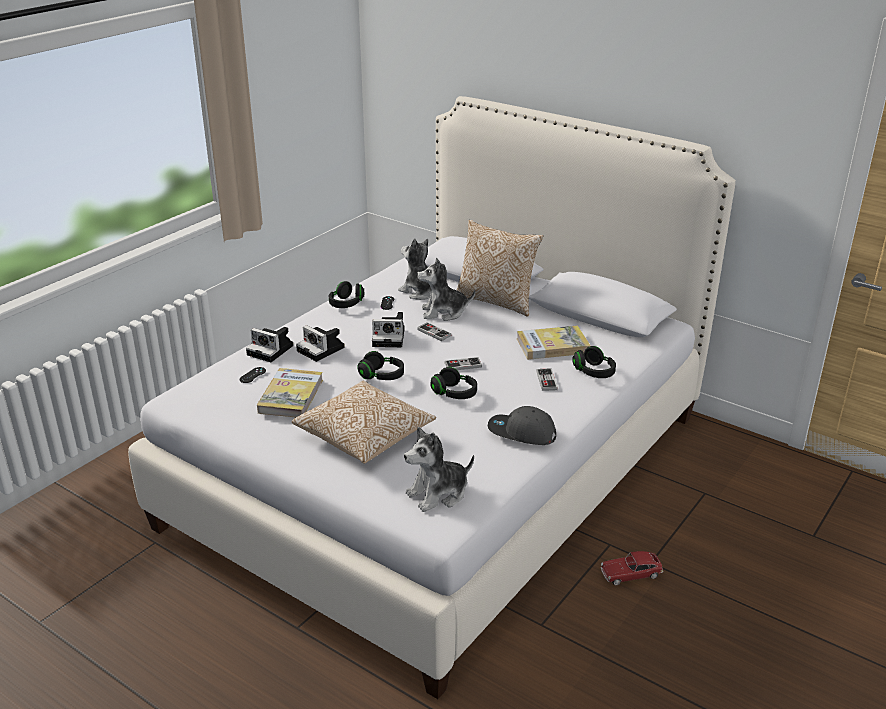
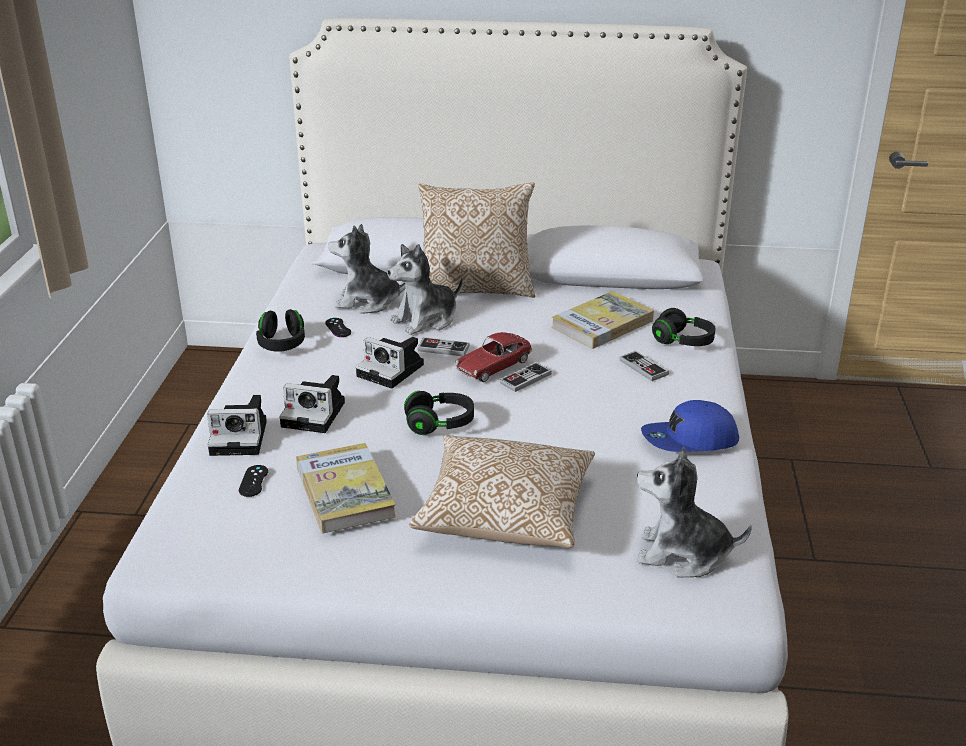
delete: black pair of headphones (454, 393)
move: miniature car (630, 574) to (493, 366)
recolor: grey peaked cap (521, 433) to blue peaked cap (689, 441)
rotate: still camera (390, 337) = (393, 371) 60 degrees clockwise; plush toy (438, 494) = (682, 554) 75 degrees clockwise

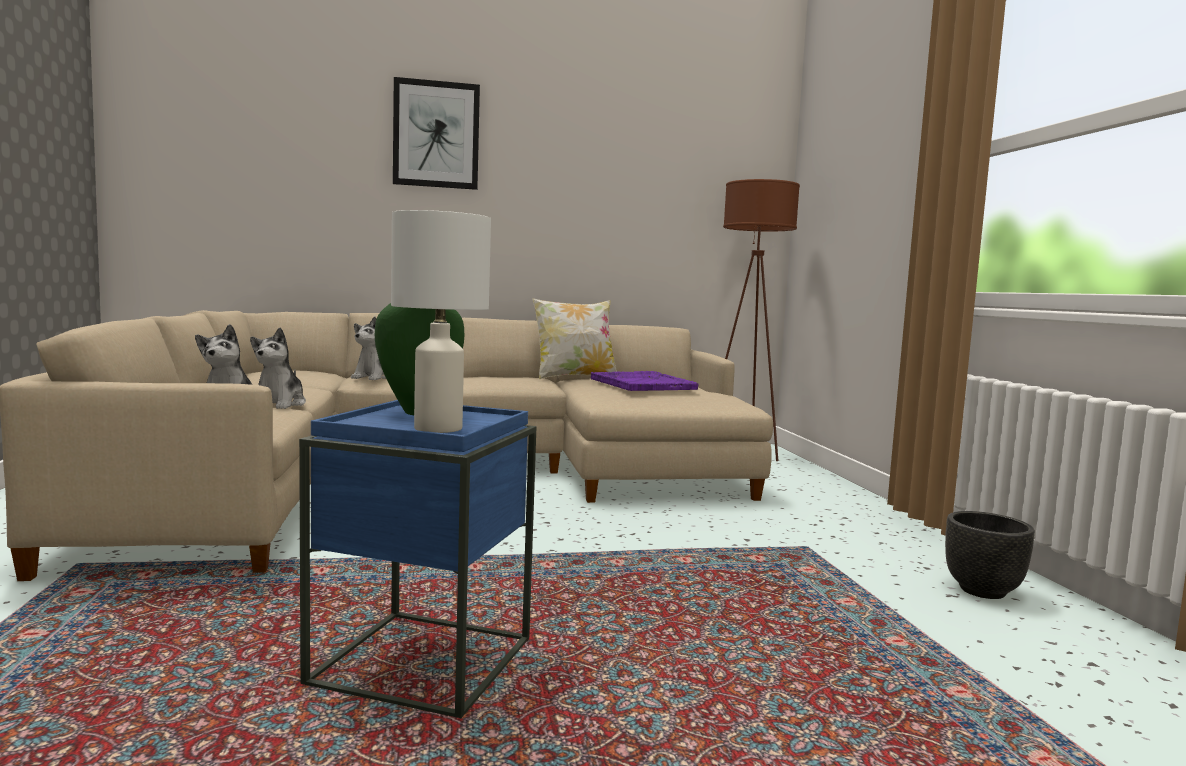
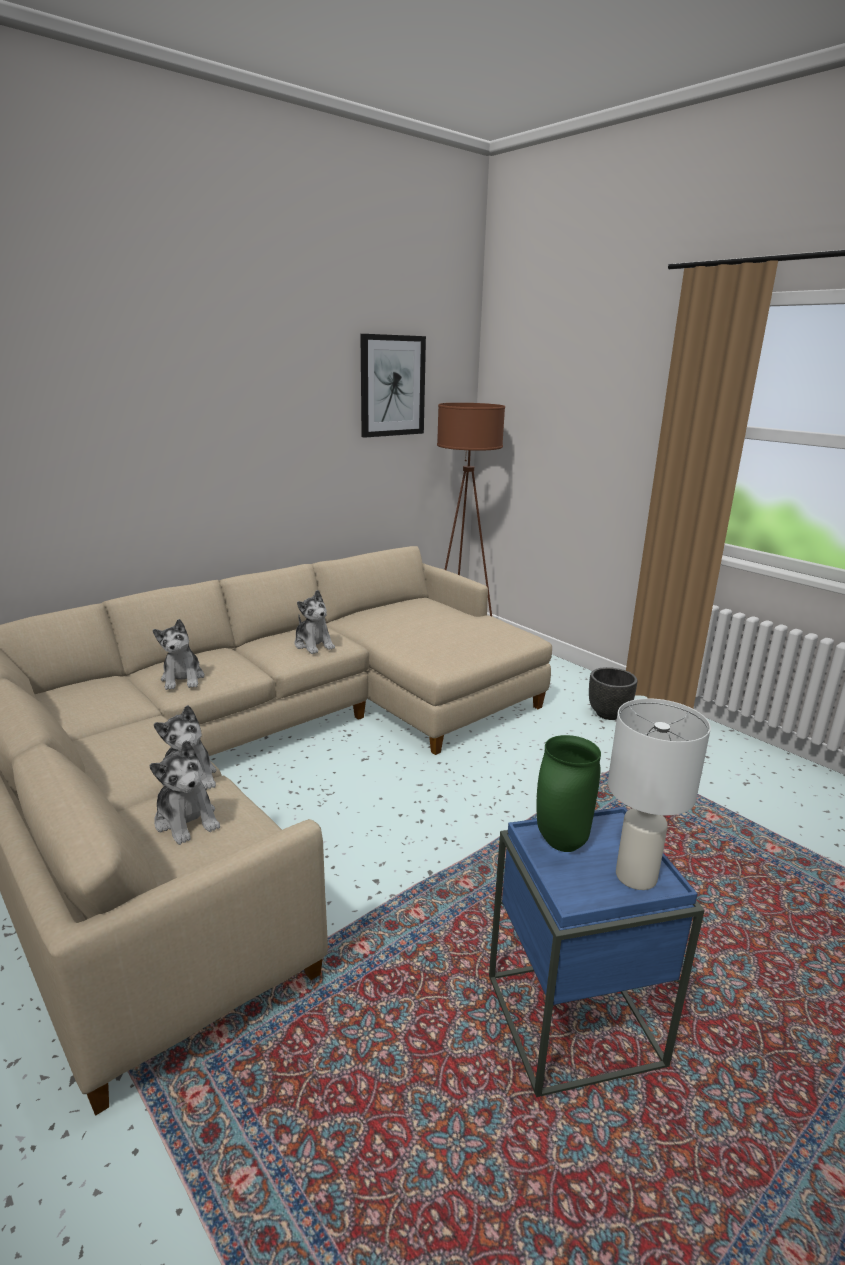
delete: pillow (574, 378); purple carrying tray (642, 384)
insert: plush toy (313, 644)
move: wall picture (436, 134) to (392, 386); black planter (982, 591) to (608, 714)

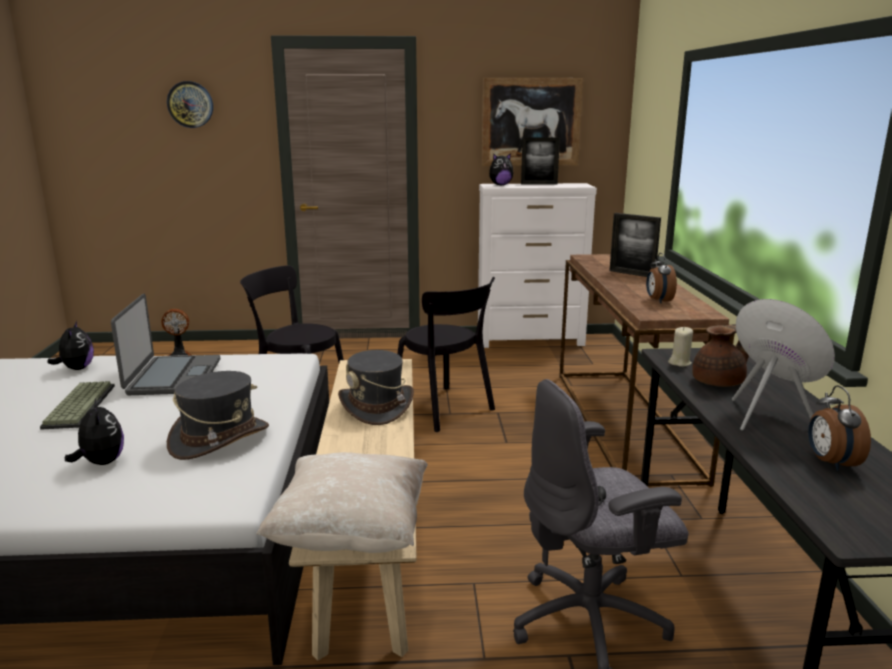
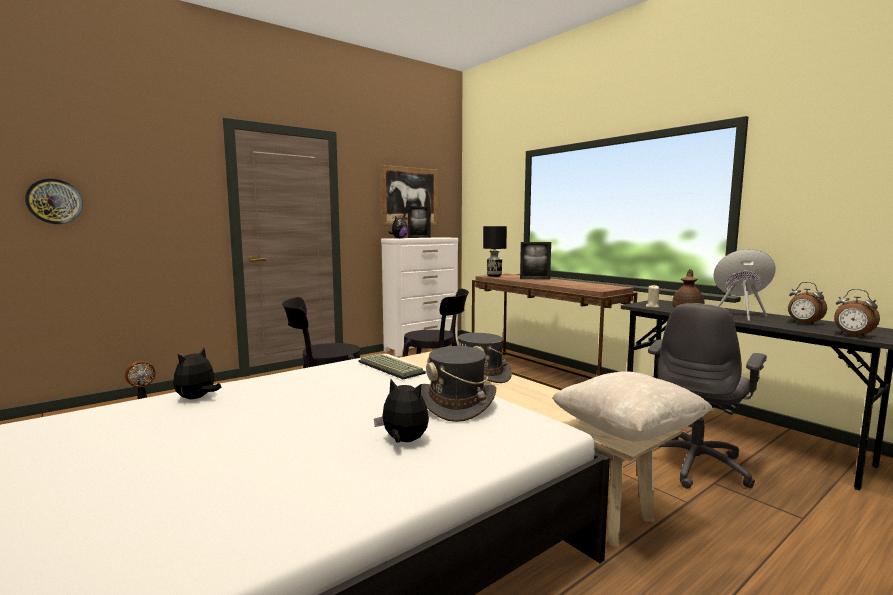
delete: notebook computer (173, 377)
insert: black tabletop lamp (494, 276)
move: keyboard (78, 406) to (389, 367); clock on the wall (190, 104) to (54, 201); bedside clock (658, 301) to (852, 335)
rotate: plush toy (76, 368) = (197, 398) 105 degrees counterclockwise

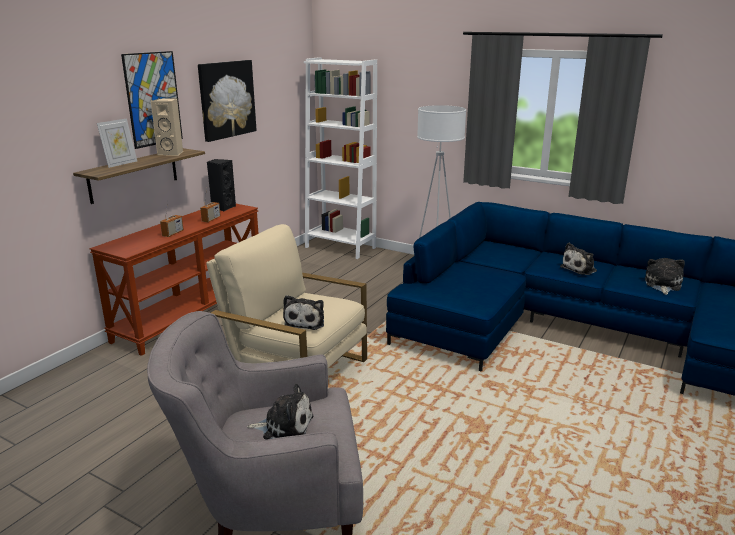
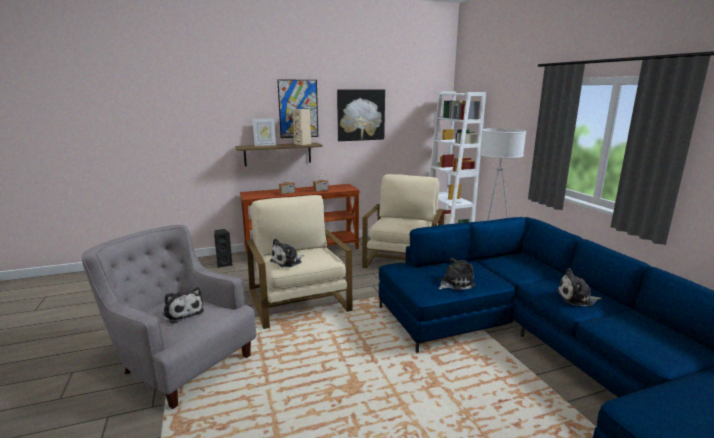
insert: sand-coloured lounge chair (404, 259)
move: black loudspeaker (223, 207) to (224, 264); plush toy (662, 284) to (455, 283)

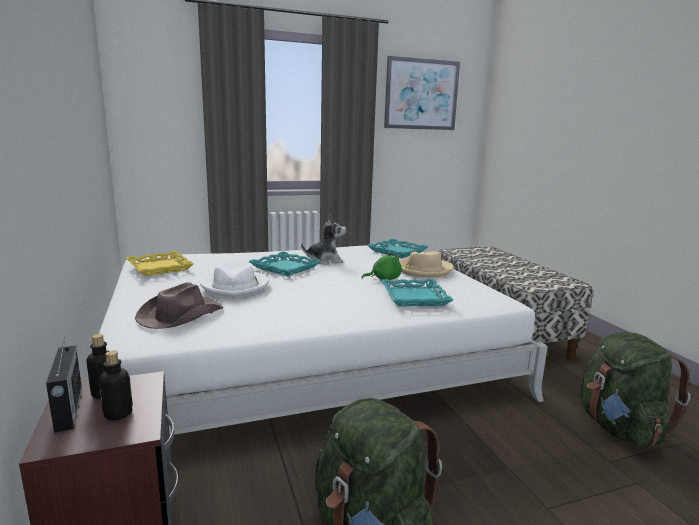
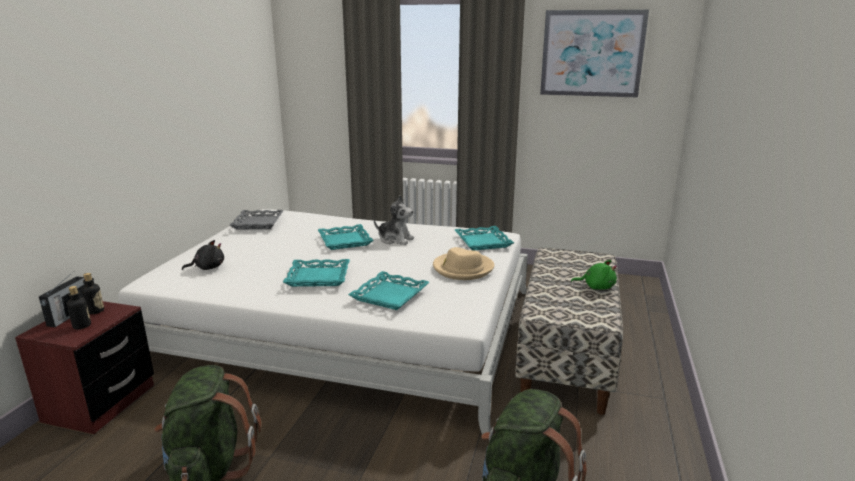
delete: whitish wearable hat (235, 286)
insert: blue-green carrying tray (318, 277)
move: greenish plush toy (384, 279) to (596, 287)
replace: brown-coloured wearable hat (180, 315) to black plush toy (207, 268)
recolor: yellow carrying tray (160, 267) to grey carrying tray (258, 223)

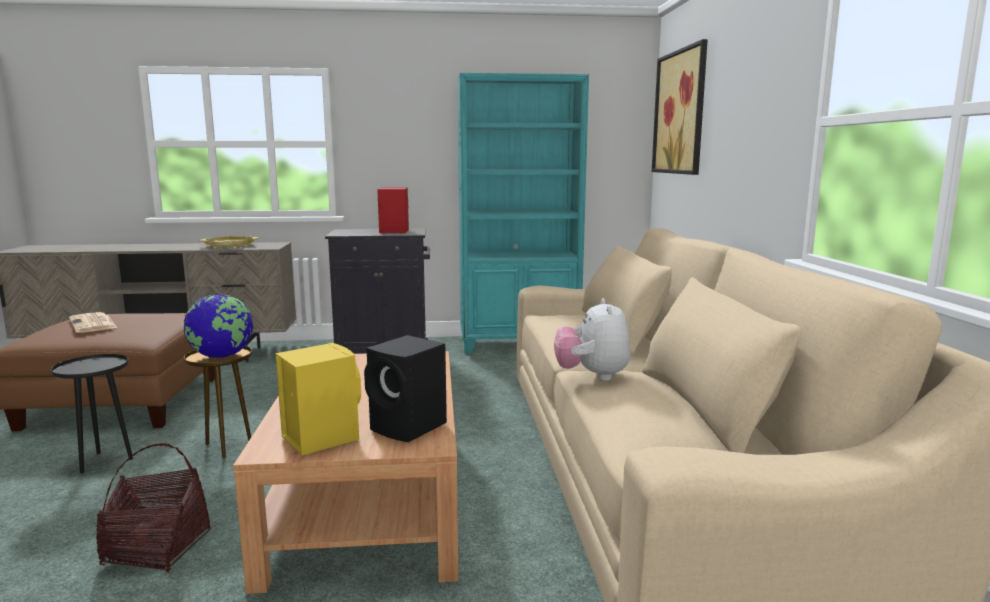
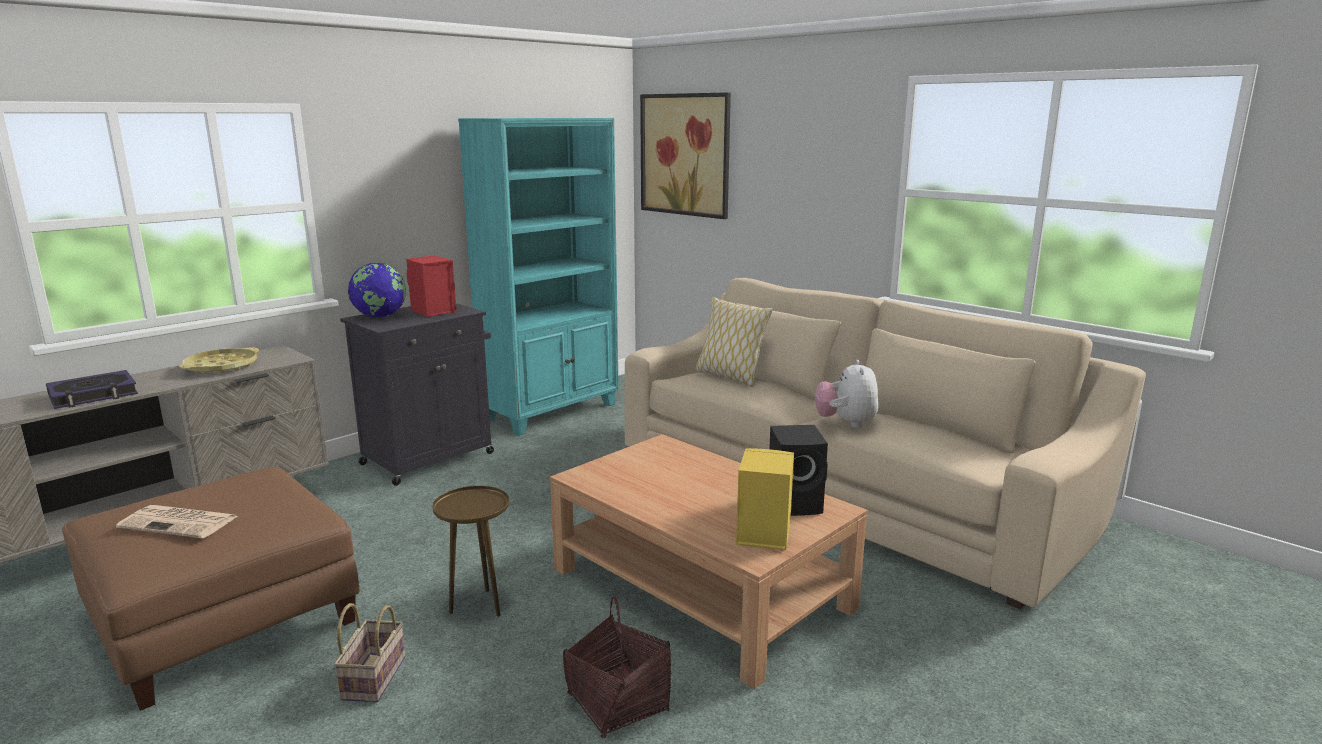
insert: volume (93, 395); pillow (730, 377)
move: globe (222, 356) to (380, 317)
replace: black side table (104, 461) to storage basket (373, 676)
rotate: plush toy (592, 376) = (846, 423) 45 degrees clockwise

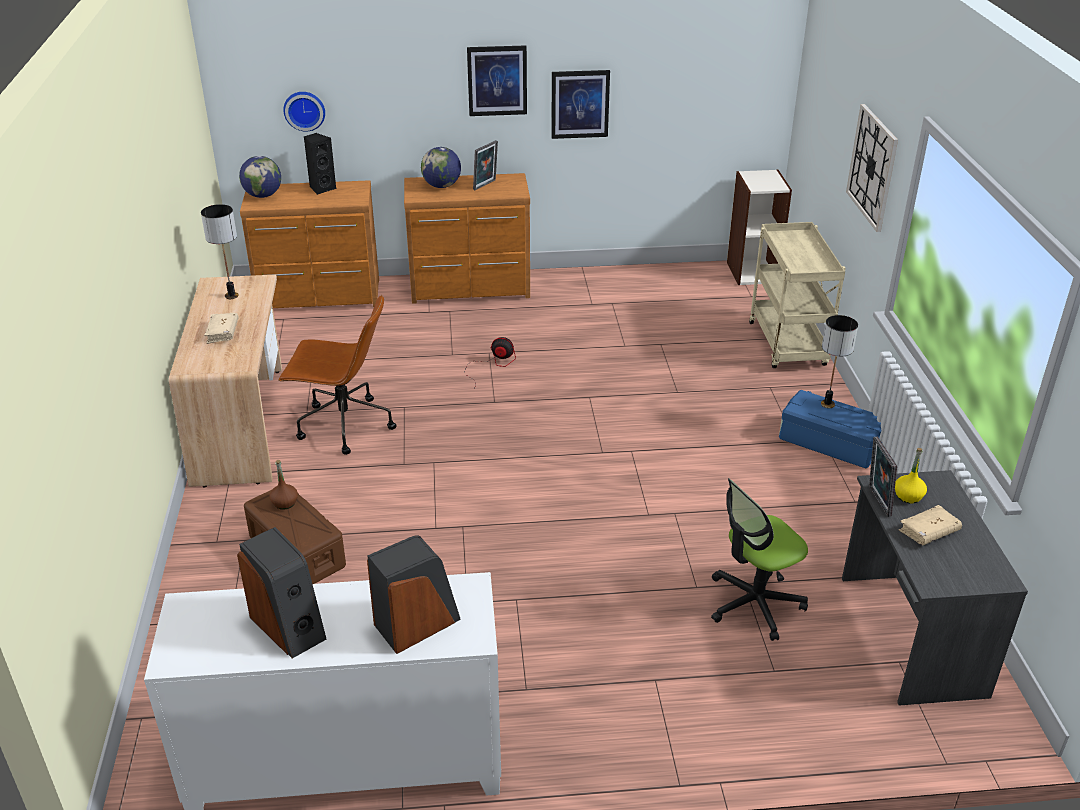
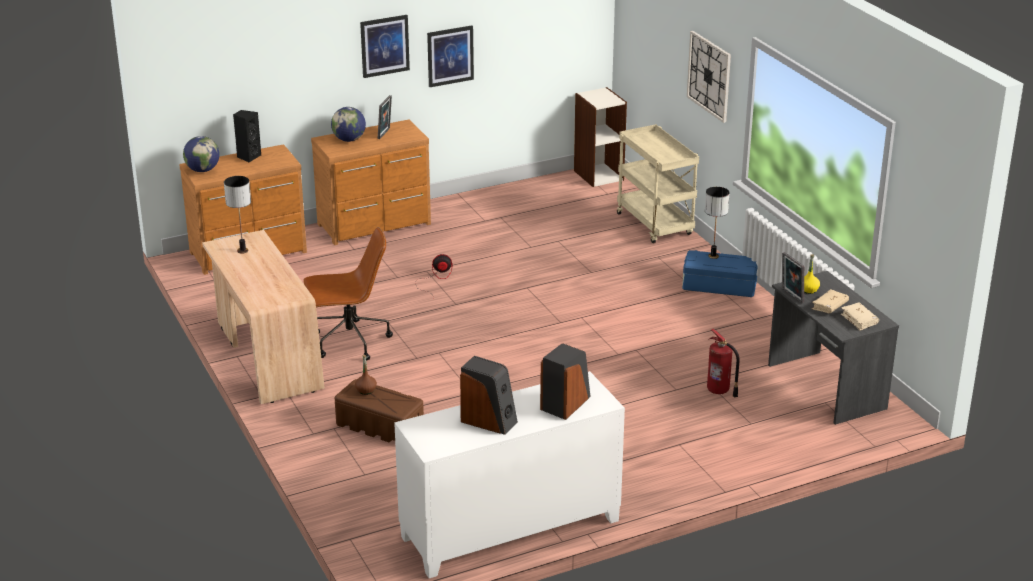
delete: clock on the wall (304, 110)
move: sand-coloured volume (222, 332) to (859, 320)
replace: computer chair (754, 604) to extinguisher (719, 391)

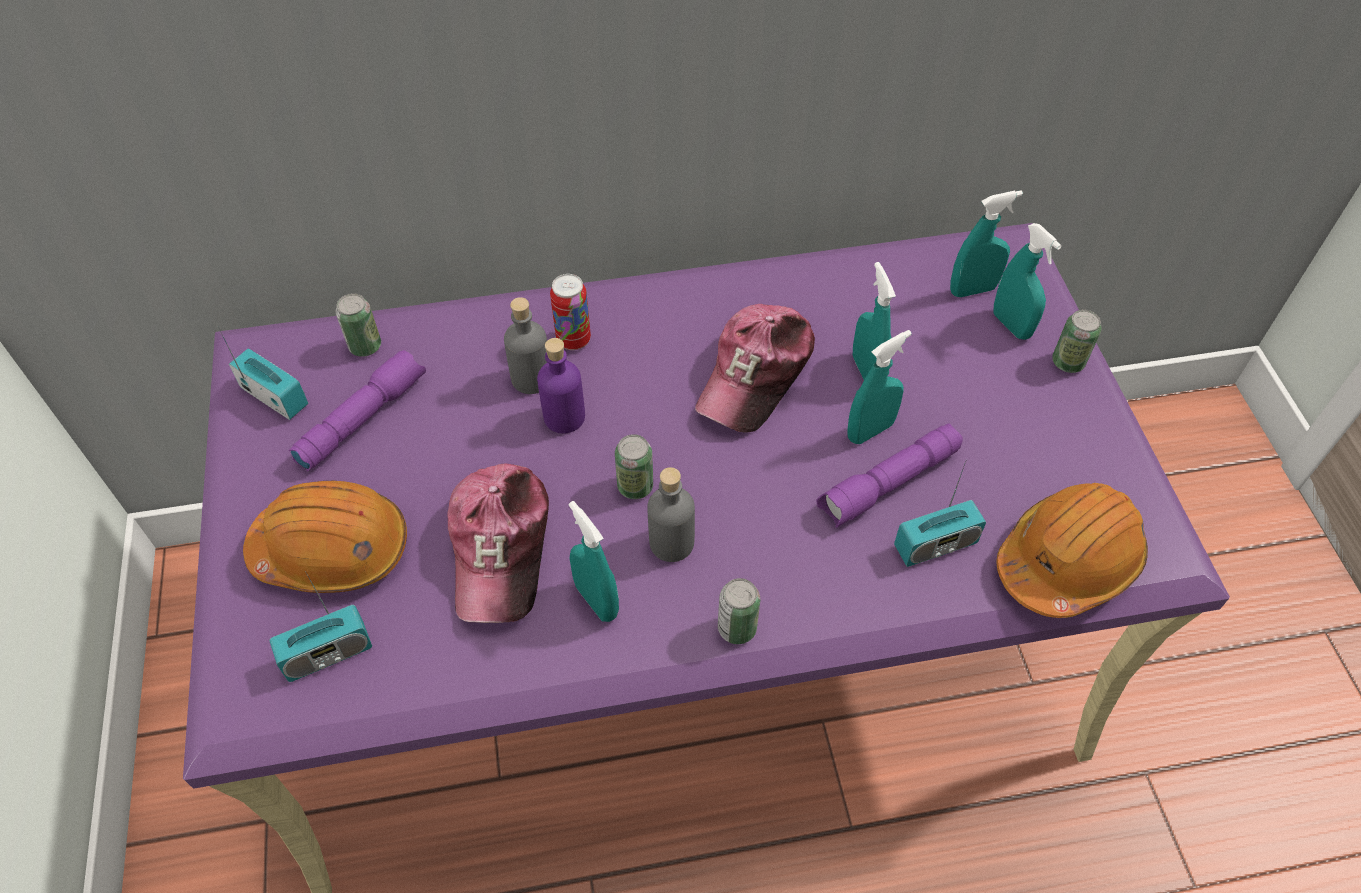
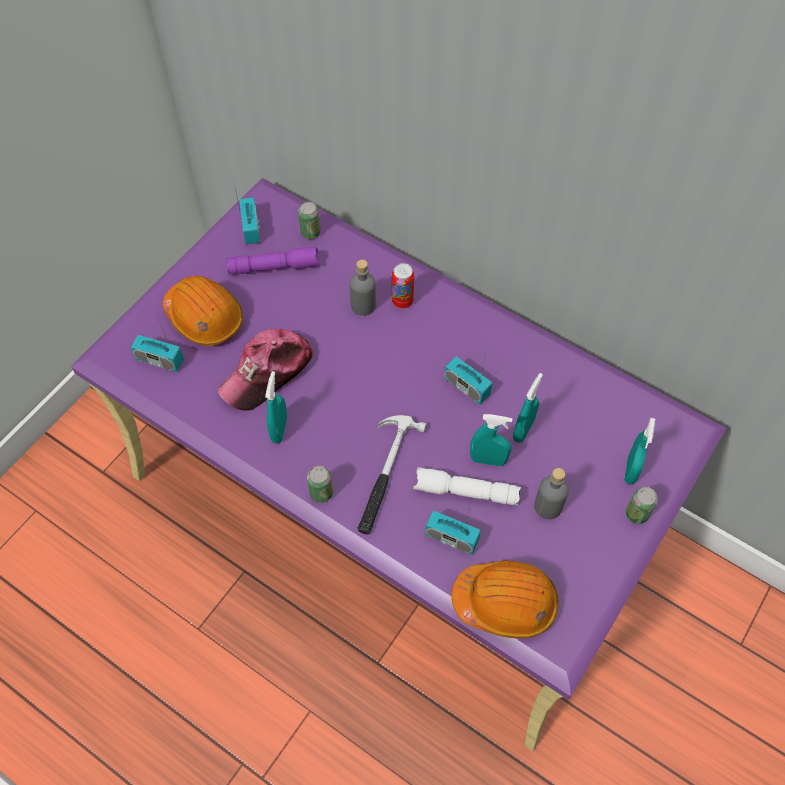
delete: purple beverage bottle (564, 417); sealed can (635, 486); blue-green sprayer (972, 290)
insert: hand hammer (384, 475)
move: grey beverage bottle (671, 543) to (548, 506)
replace: peaked cap (756, 375) to radio set (466, 387)
recolor: purple hand torch (889, 485) to whitish hand torch (465, 492)

